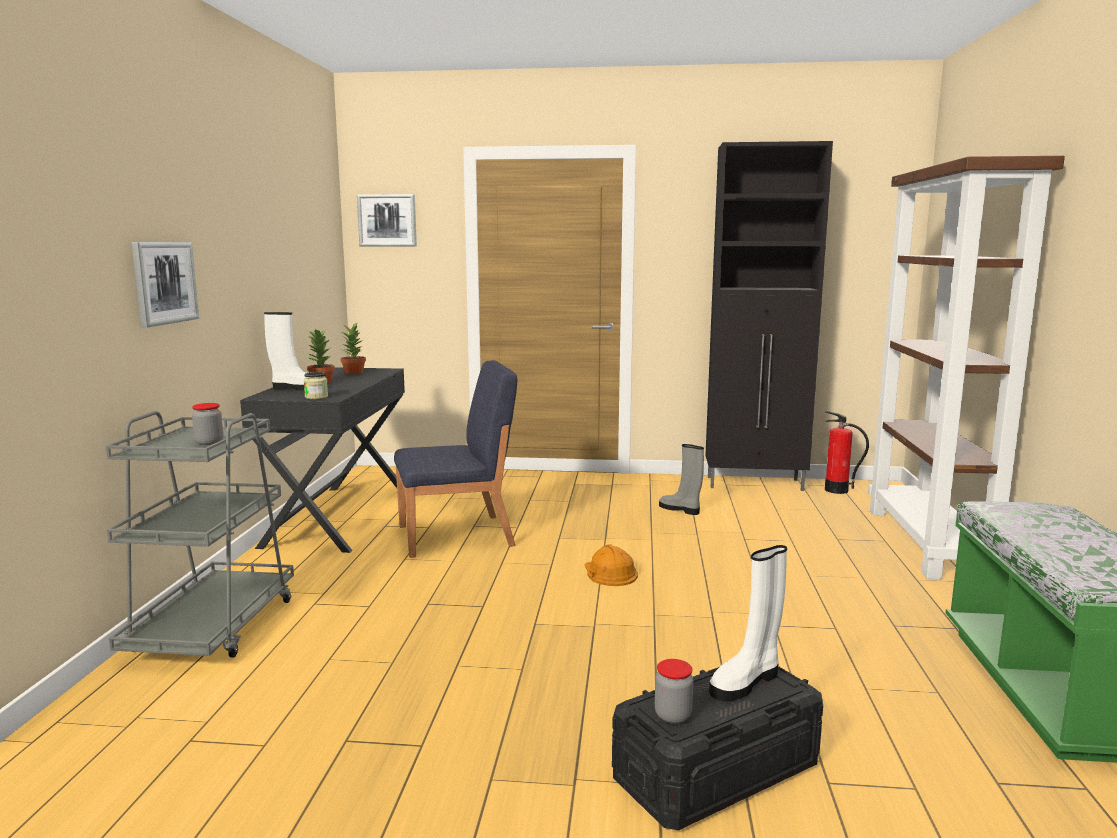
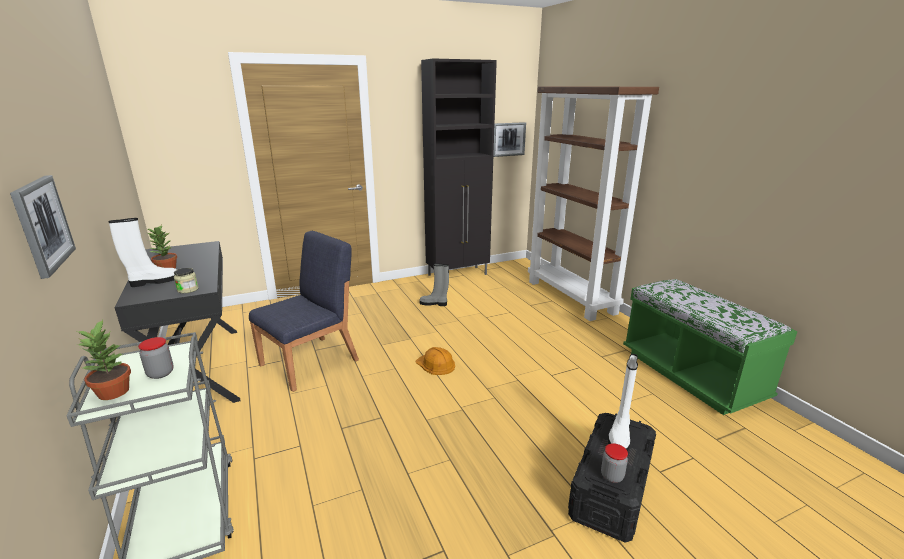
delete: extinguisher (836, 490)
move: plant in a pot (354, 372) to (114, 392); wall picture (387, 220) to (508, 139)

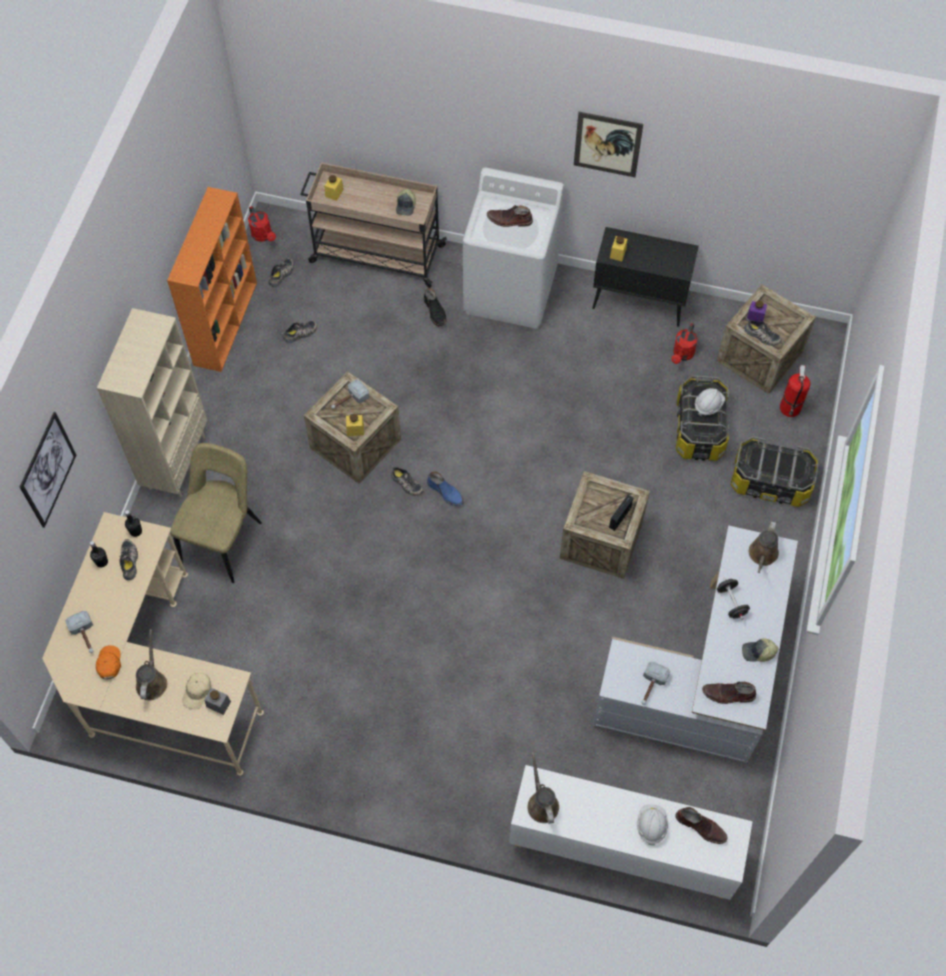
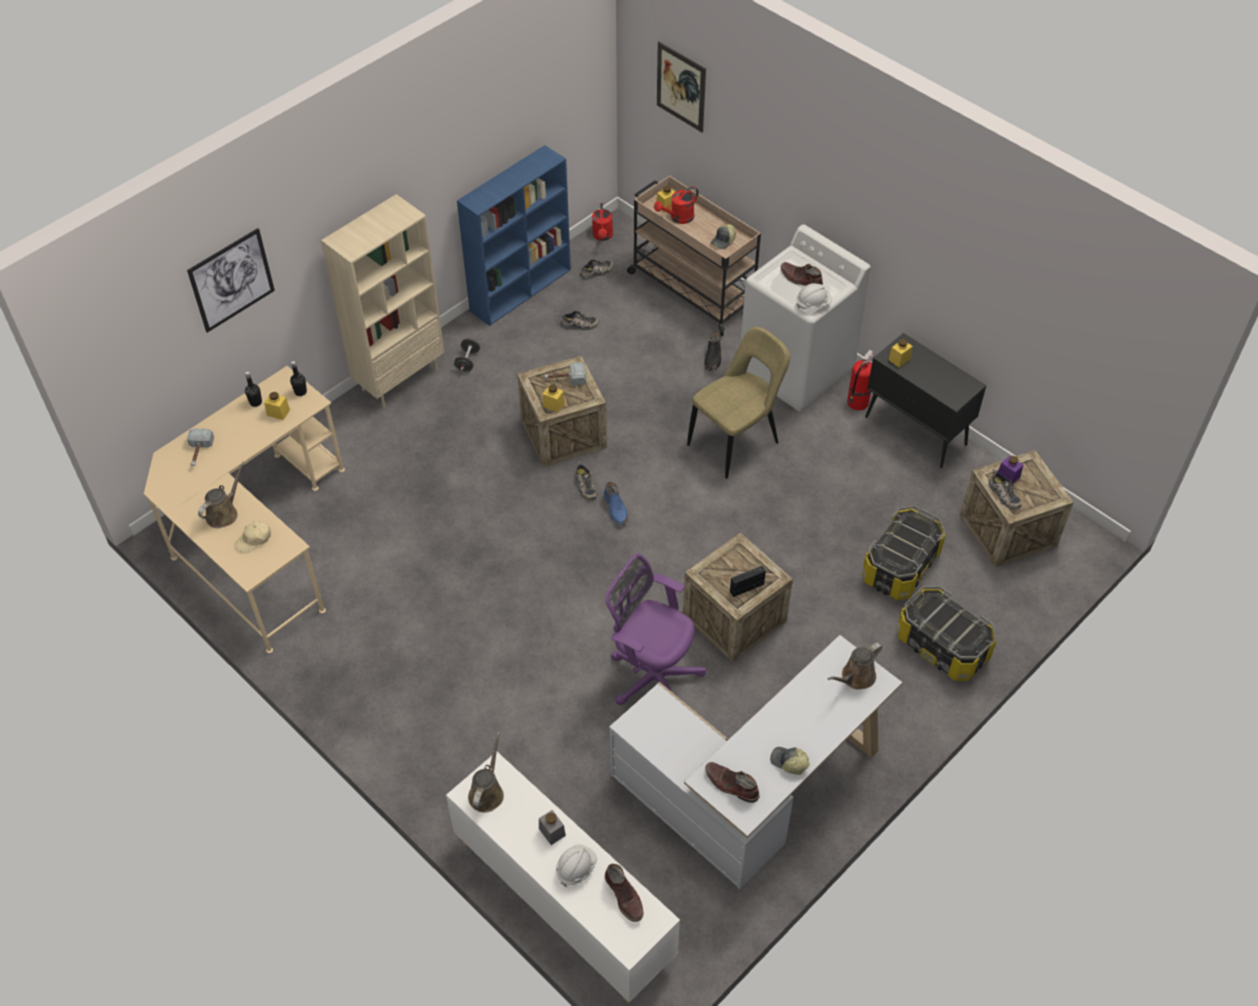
delete: orangey peaked cap (109, 664); hand hammer (650, 687)
insert: purple computer chair (652, 676)
move: sand-coloured upright chair (224, 540) to (736, 442); grey preserve jar (218, 704) to (552, 832); wall picture (607, 144) to (681, 87); reddish watering pot (682, 355) to (678, 218); whitish work helmet (708, 405) to (813, 304); black dumbbell (731, 603) to (467, 361); extinguisher (790, 409) to (857, 403)
replace: low shoe (130, 561) to yellow preserve jar (278, 412)
recolor: orangey bookcase (225, 322) to blue bookcase (521, 289)

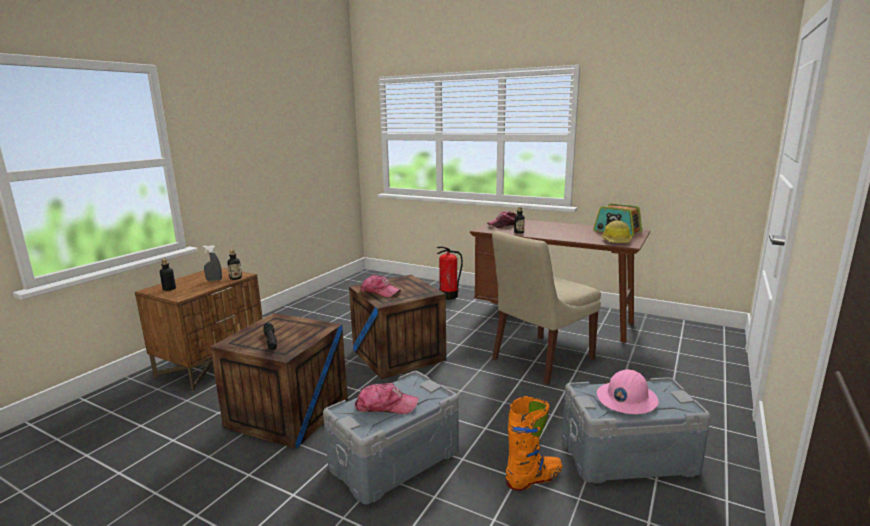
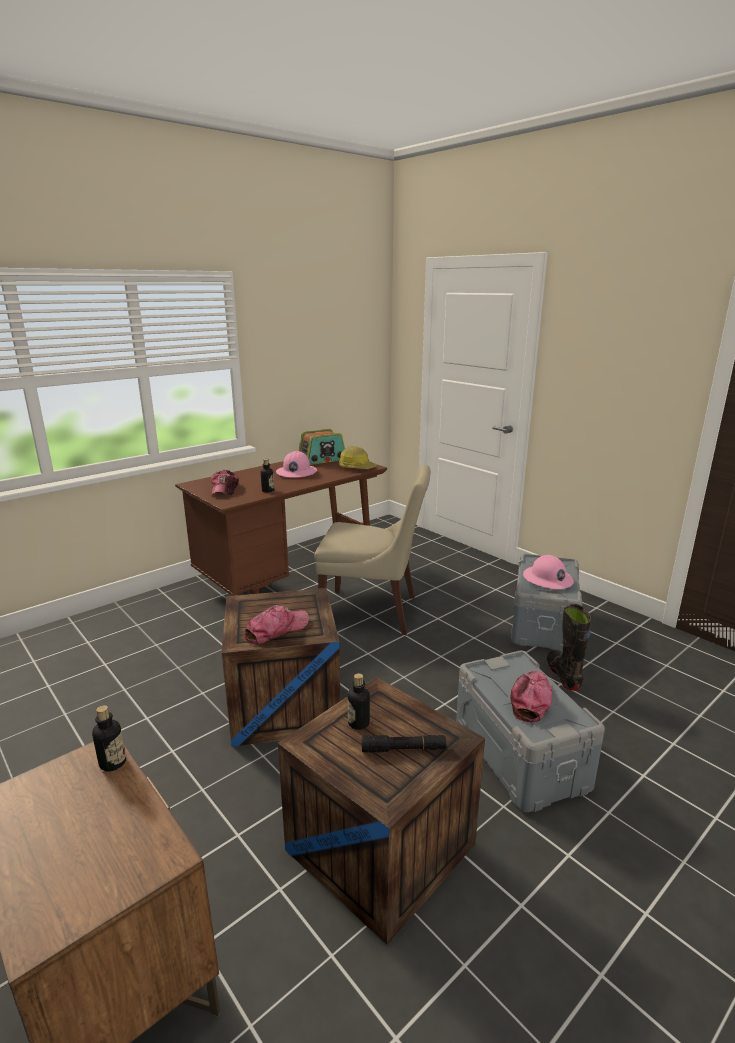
delete: grey sprayer (214, 280); extinguisher (448, 296)
insert: pinkish work helmet (296, 472)
move: beverage bottle (169, 289) to (358, 723)
recolor: orangey boot (534, 479) to black boot (563, 675)
rotate: sand-coloured upright chair (540, 360) = (373, 612) 60 degrees counterclockwise

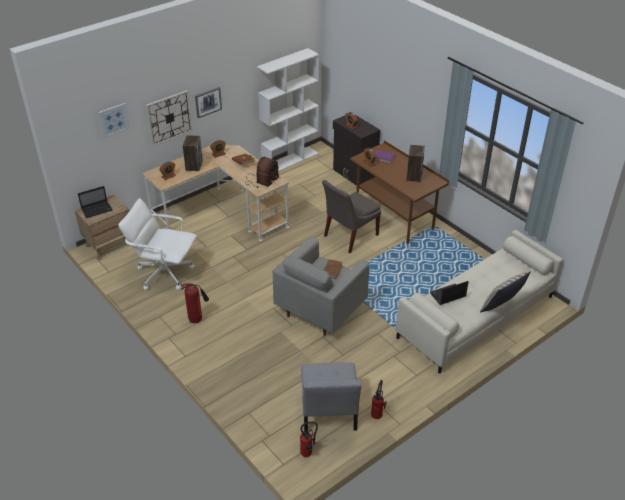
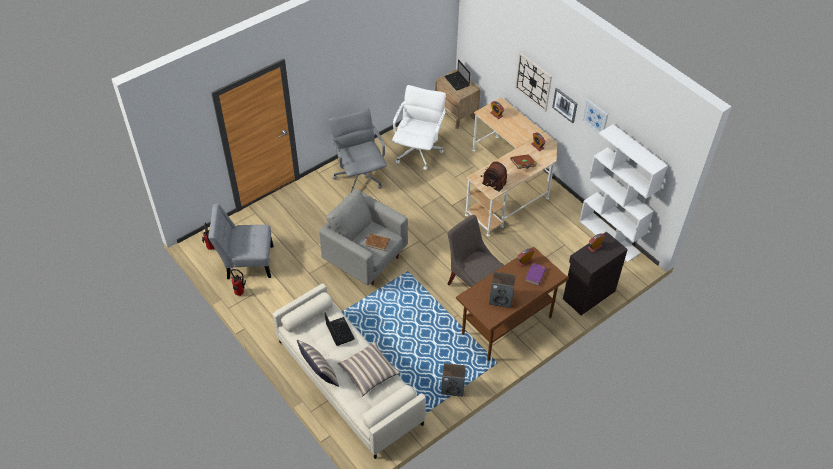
insert: pillow (368, 372)
move: wall picture (113, 120) to (595, 117); loudspeaker (194, 165) to (453, 388)
replace: extinguisher (197, 319) to grey computer chair (359, 177)

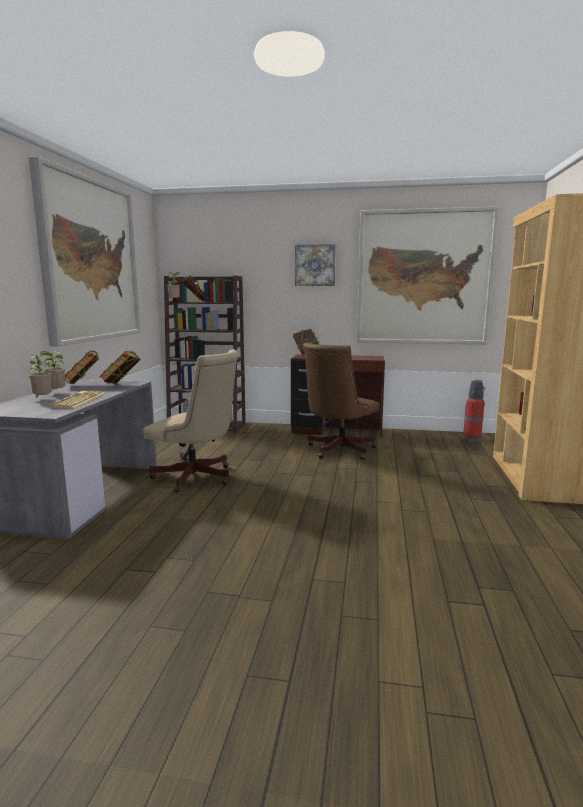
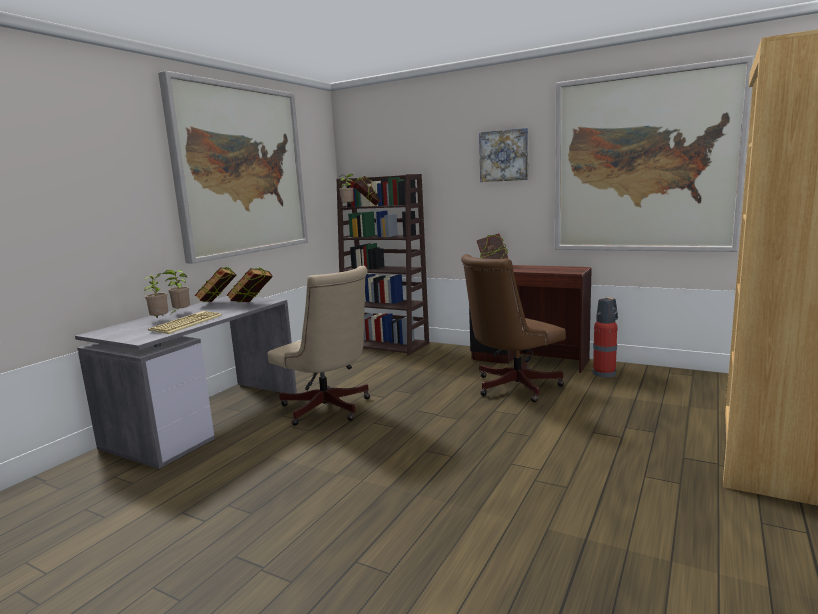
move: extinguisher (472, 439) to (605, 373)

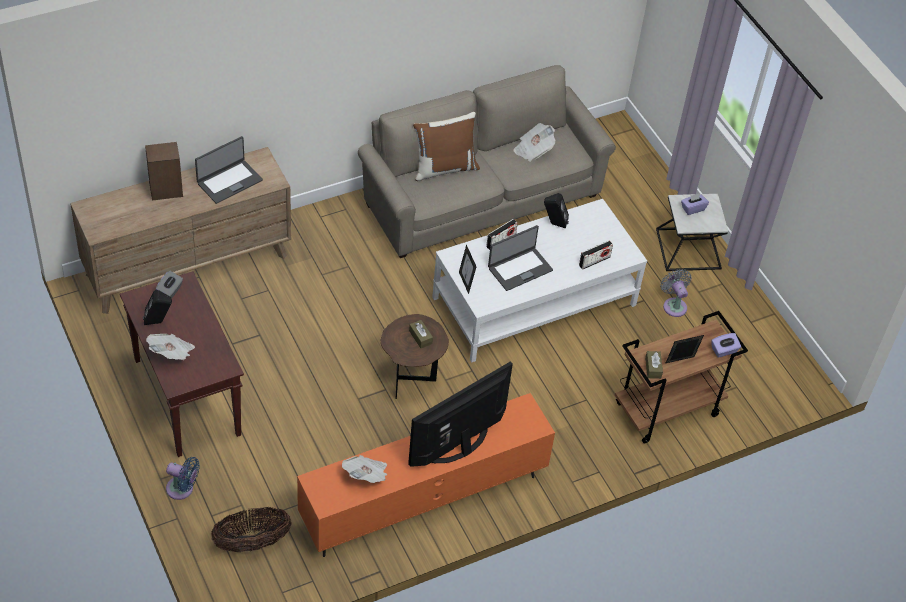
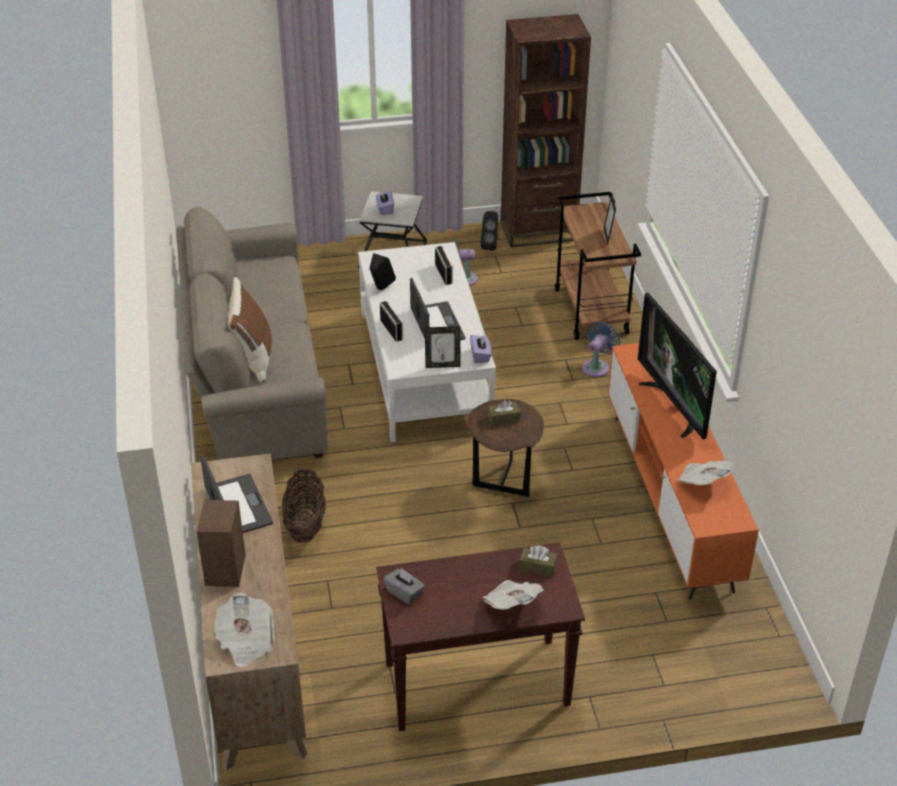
insert: brown-coloured bookcase (538, 231)
move: black loudspeaker (158, 321) to (490, 245); blue cooling fan (182, 489) to (597, 367); storage basket (252, 542) to (305, 525); printed paper (533, 149) to (246, 641); brown-coloured tissue box (653, 368) to (537, 567); purple tissue box (724, 350) to (480, 355)

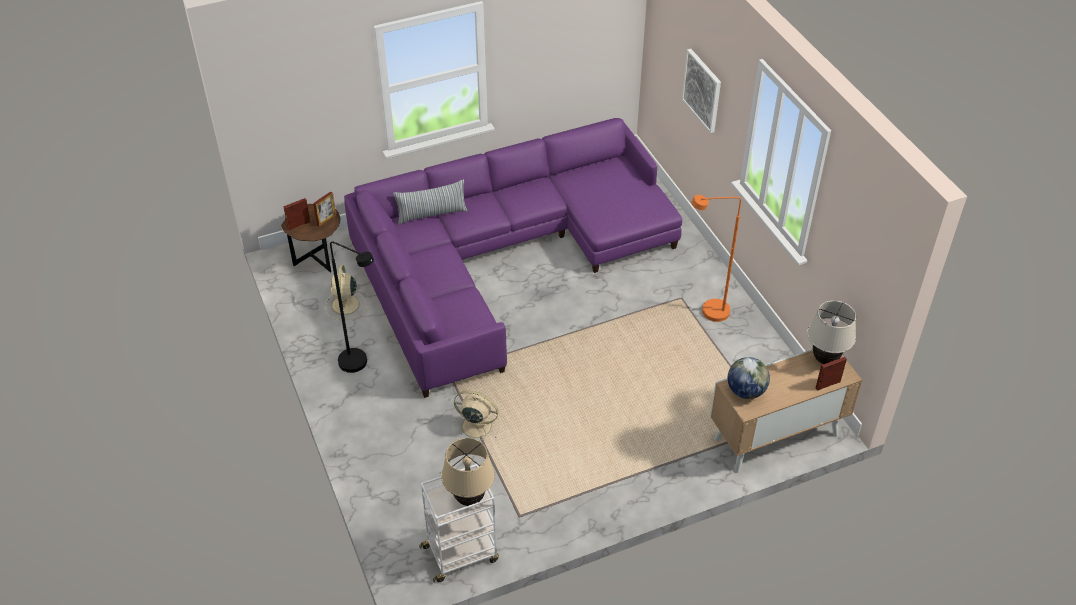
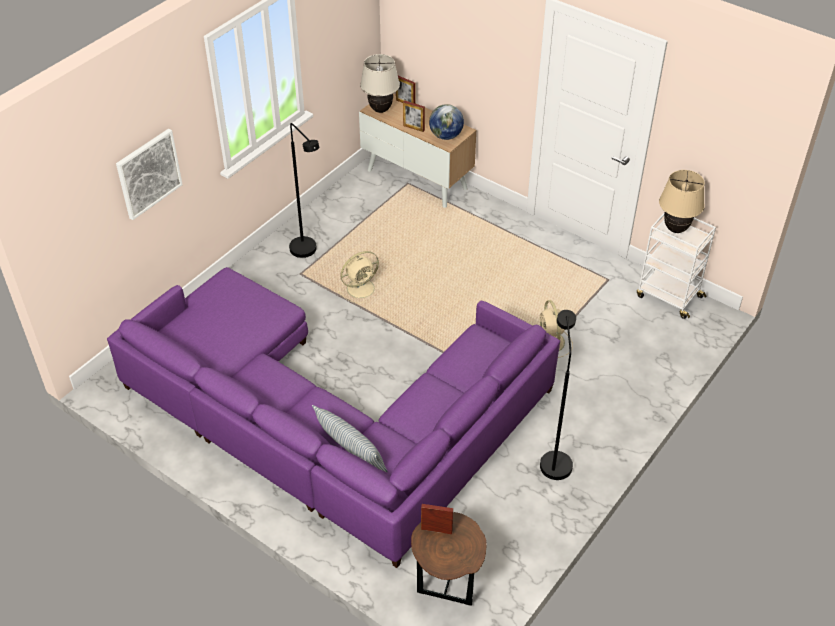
move: picture frame (299, 225) to (413, 128); sand-coloured cooling fan (345, 306) to (362, 288)
recolor: orangey standard lamp (707, 313) to black standard lamp (308, 252)

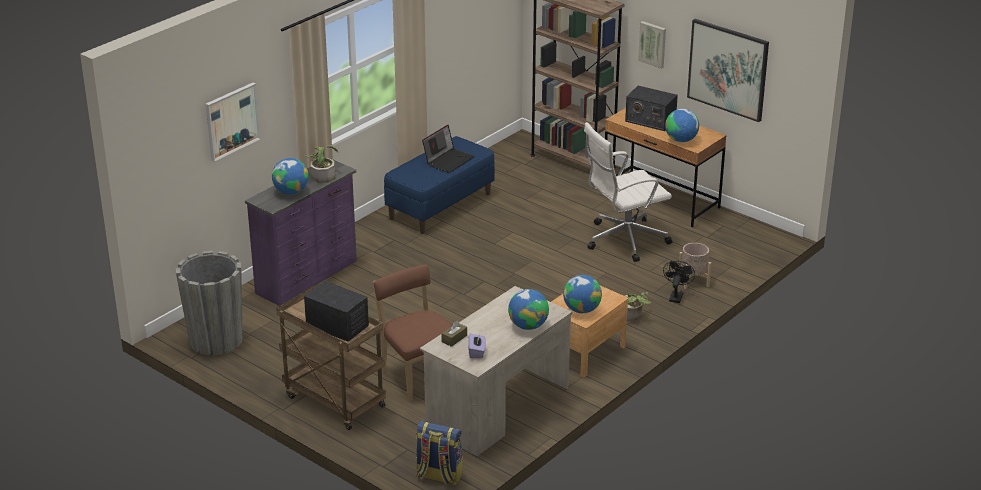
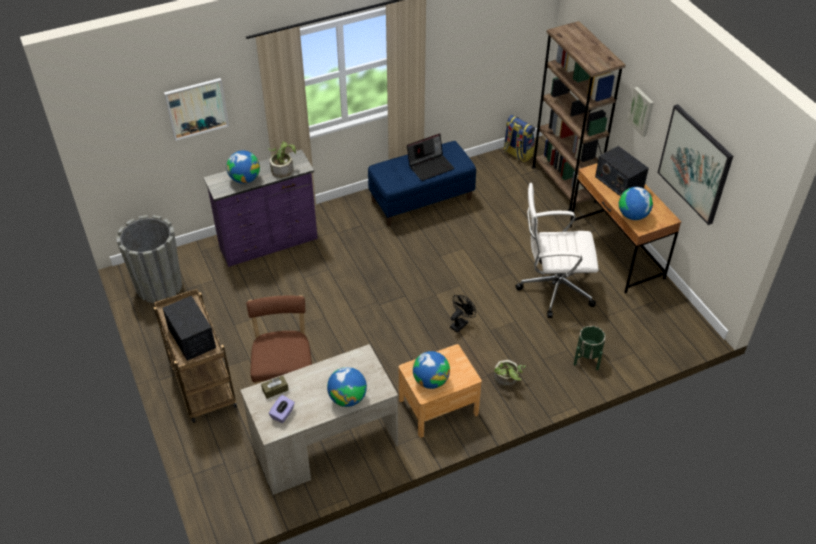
move: rucksack (439, 476) to (517, 154); black cooling fan (676, 296) to (460, 323)
recolor: sand-coloured planter (693, 281) to greenish planter (587, 358)

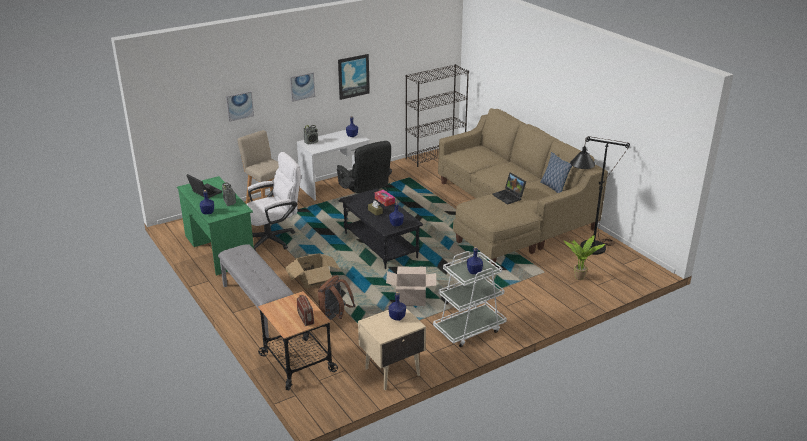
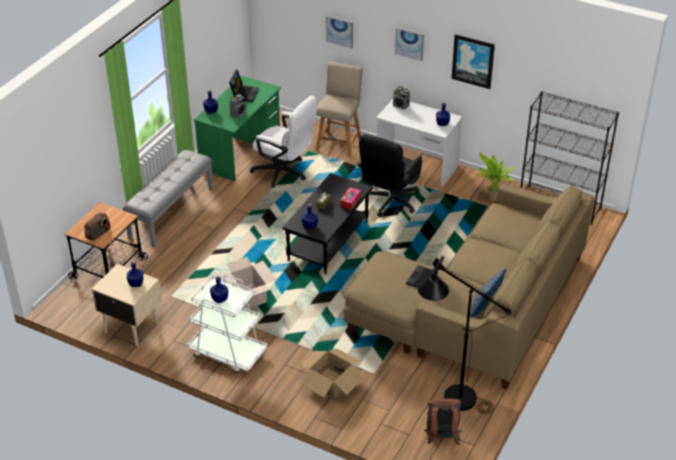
move: carton (313, 279) to (330, 383); brown-coloured rucksack (334, 317) to (441, 438); plant in a pot (580, 279) to (491, 199)

